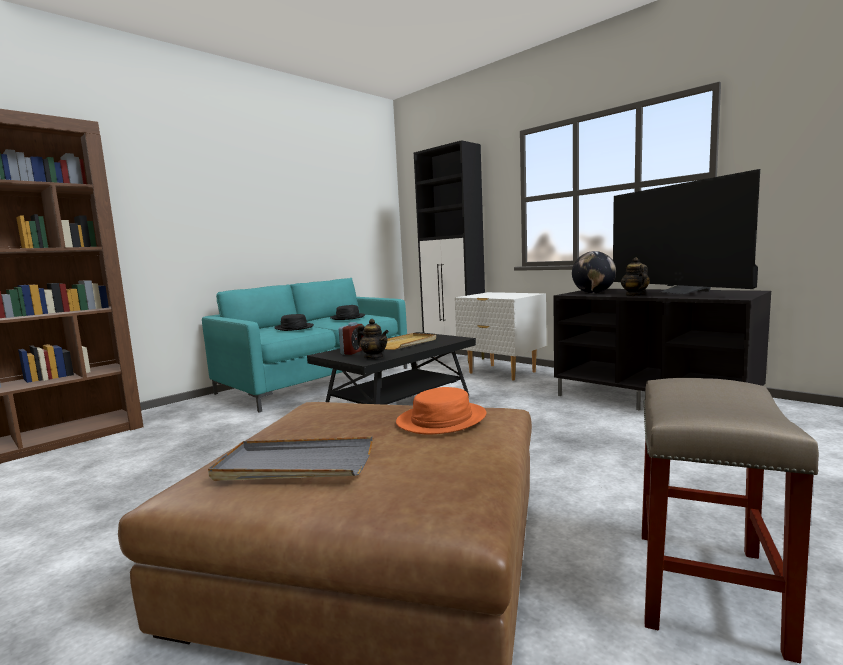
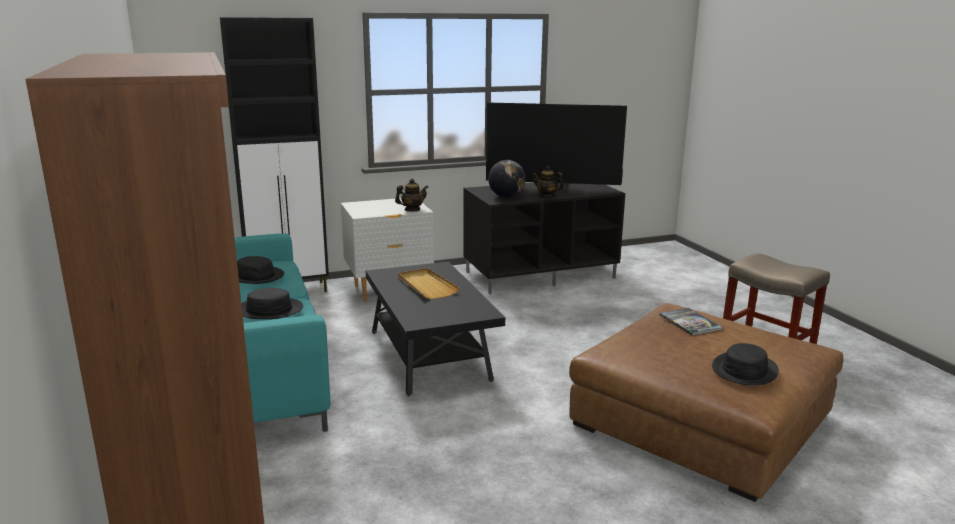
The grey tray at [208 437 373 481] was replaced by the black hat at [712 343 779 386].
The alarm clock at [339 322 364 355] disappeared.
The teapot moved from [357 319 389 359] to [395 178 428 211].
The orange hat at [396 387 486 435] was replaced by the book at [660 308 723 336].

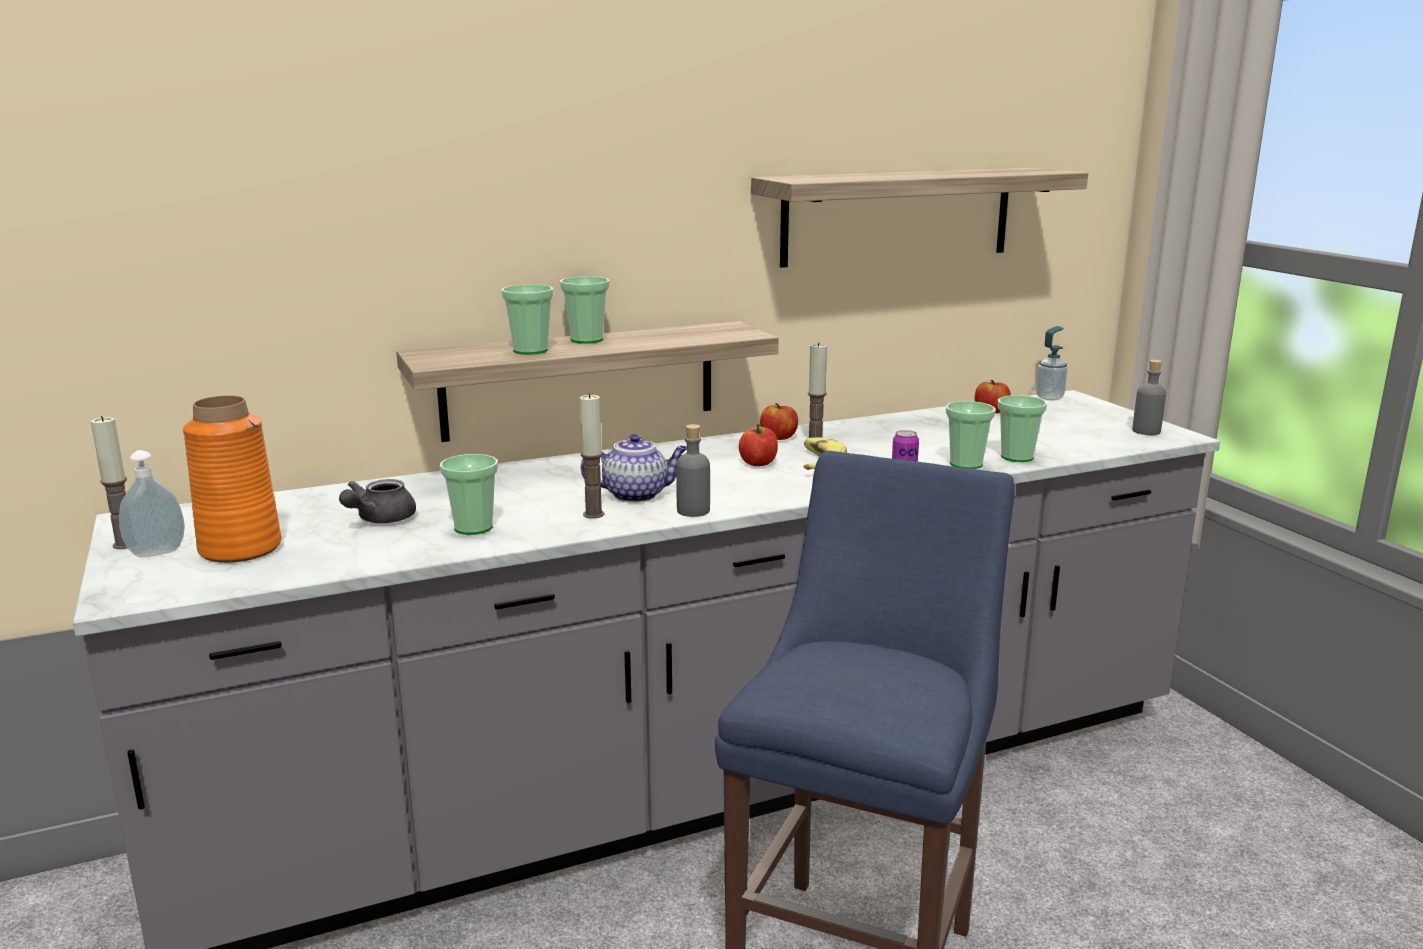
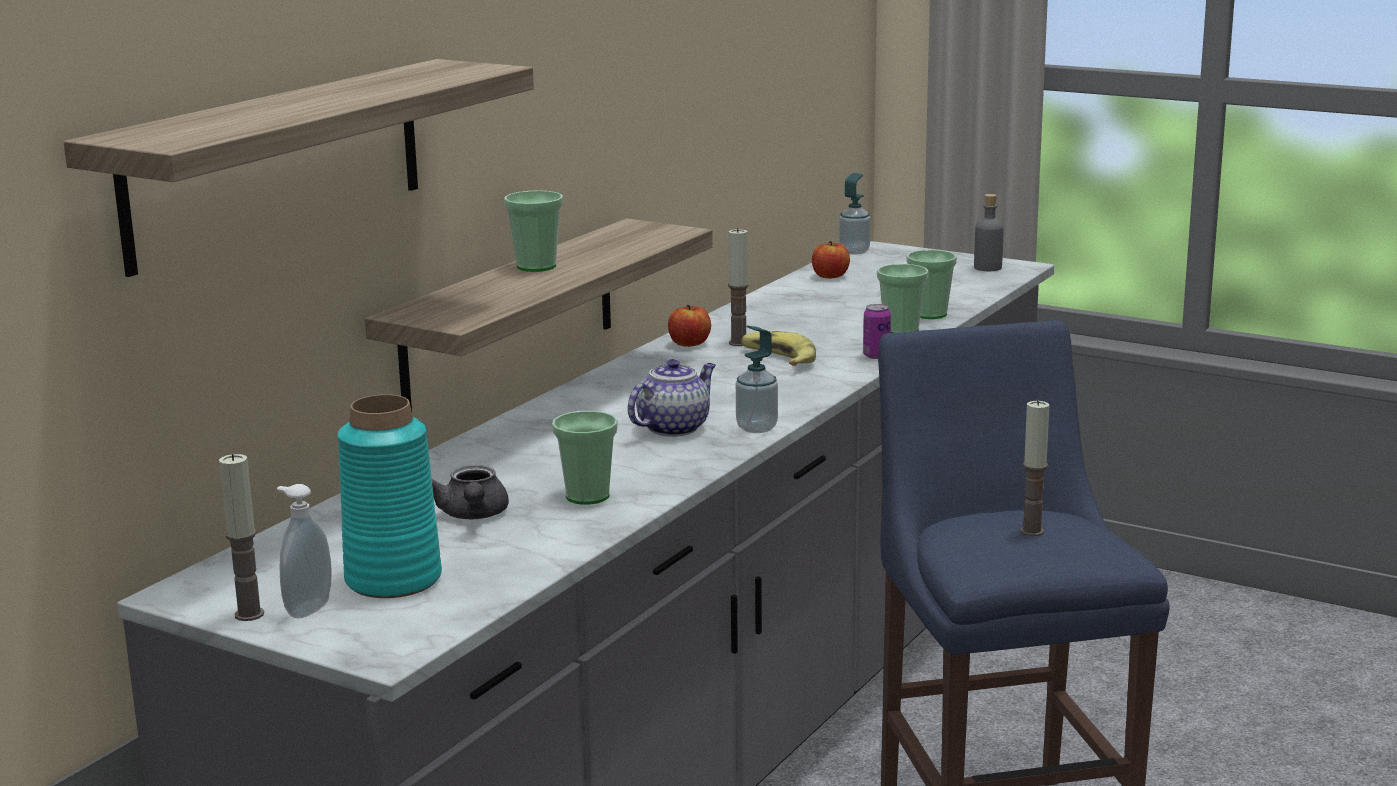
The orange vase at [183 395 282 563] became the turquoise vase at [337 394 442 598].
The cup at [502 284 553 355] disappeared.
The candle moved from [580 393 604 518] to [1020 400 1049 536].
The grey bottle at [676 424 710 517] was replaced by the soap dispenser at [736 325 778 433].
The apple at [739 424 778 466] disappeared.
The shelf moved from [751 168 1088 268] to [64 59 534 277].

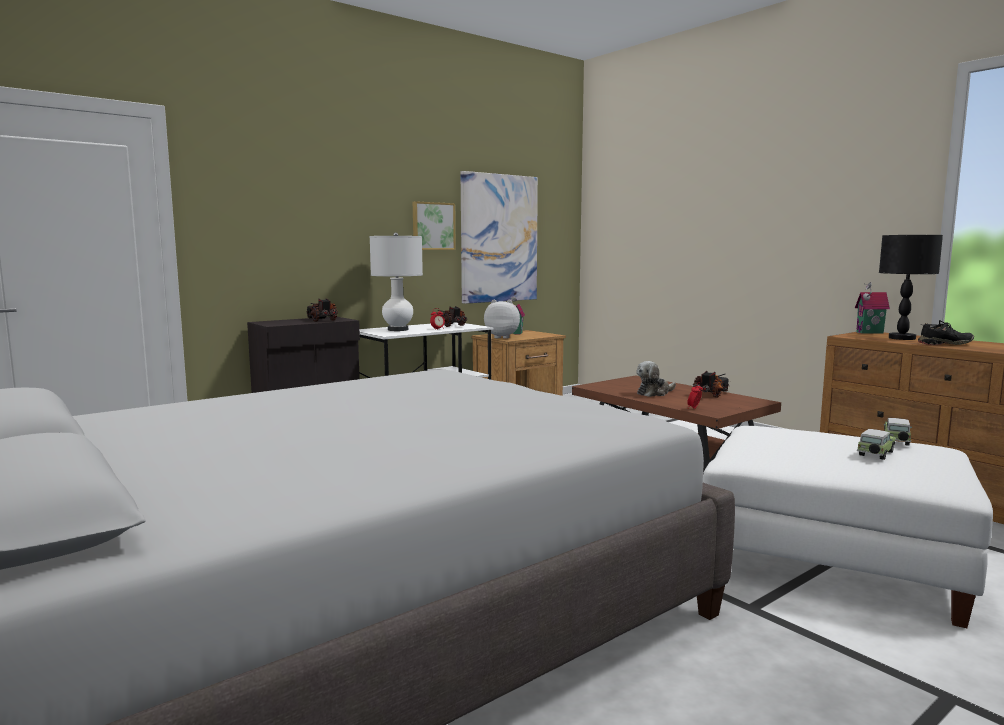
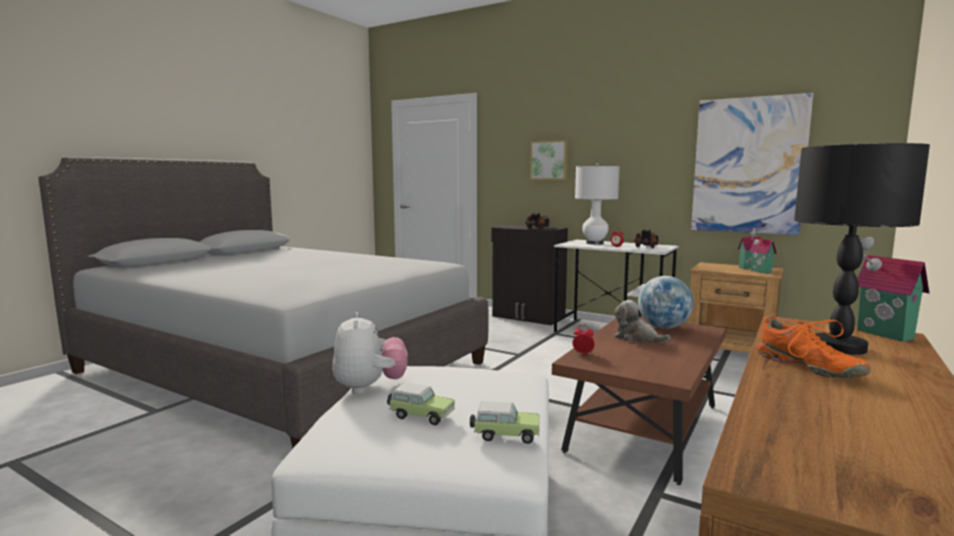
The picture moved from [413 201 456 250] to [530 140 568 180].
The plush toy moved from [484 300 520 339] to [332 312 408 394].
The toy truck at [692 371 730 398] disappeared.
The black shoe at [918 320 974 345] became the orange shoe at [757 315 871 378].
The globe at [638 276 693 329] appeared.
The toy house at [749 231 777 274] appeared.

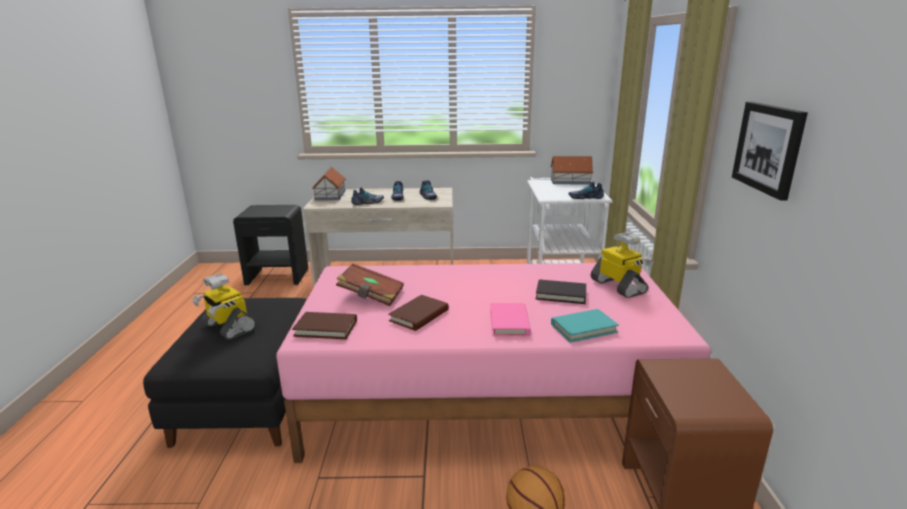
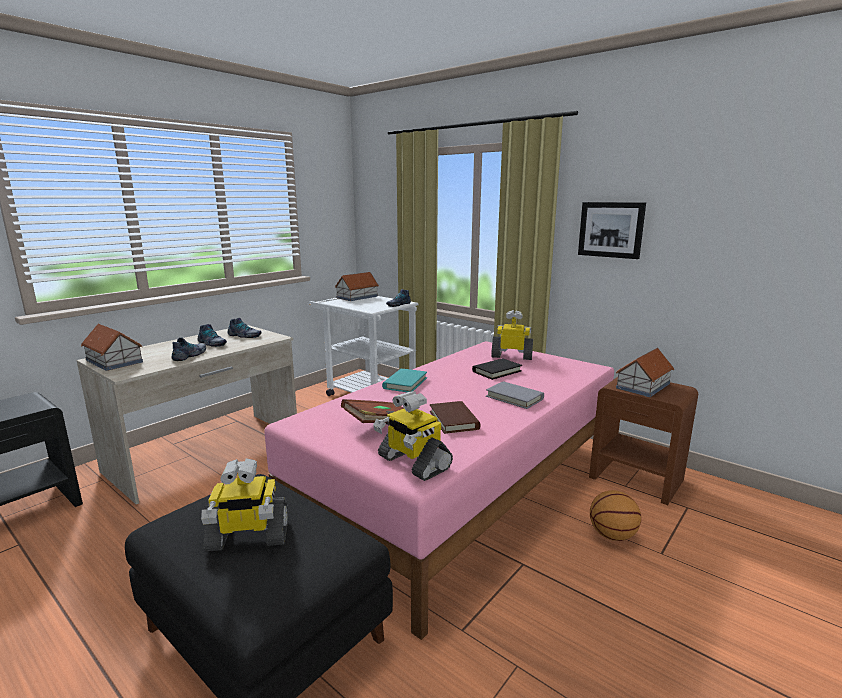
The brown book at [292 312 357 339] was replaced by the toy robot at [373 391 453 481].
The pink book at [490 303 531 336] became the grey book at [486 381 544 409].
The turquoise book moved from [551 309 619 342] to [382 369 427 392].
The toy house at [616 348 674 397] appeared.

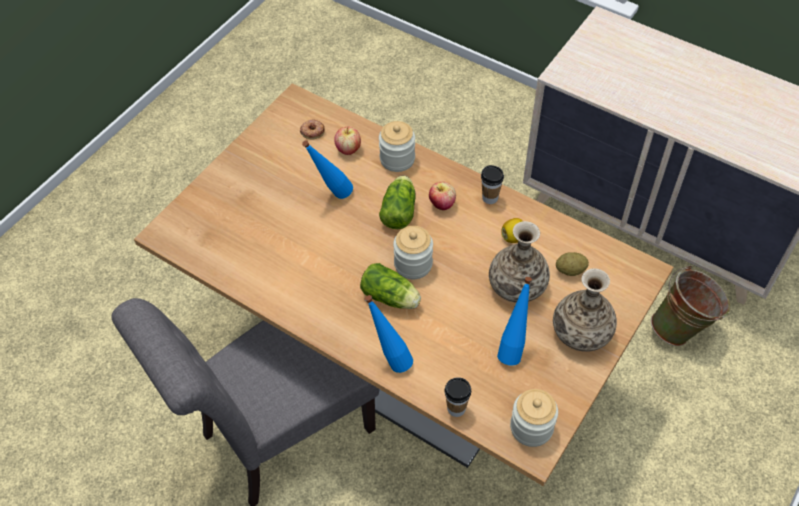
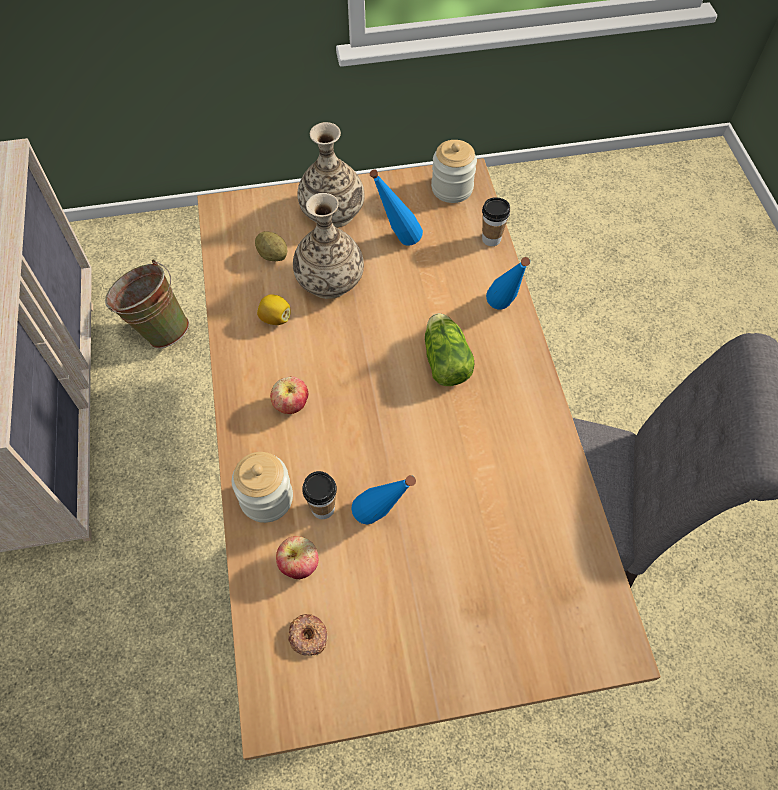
The lettuce at [379 175 416 229] disappeared.
The jar at [393 226 433 279] disappeared.
The cup moved from [481 165 504 204] to [302 471 337 519].

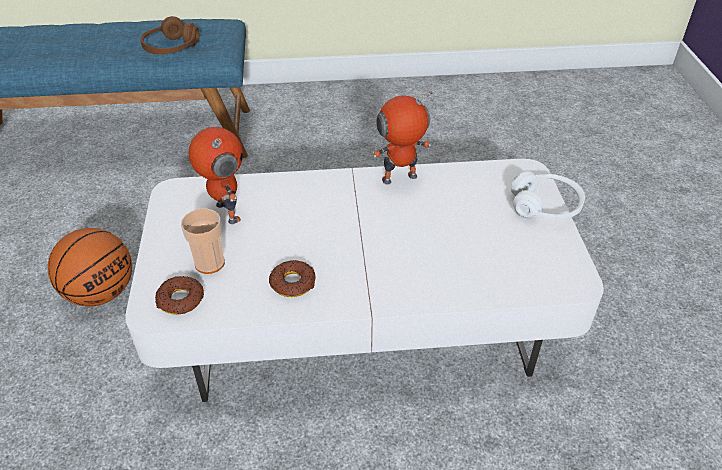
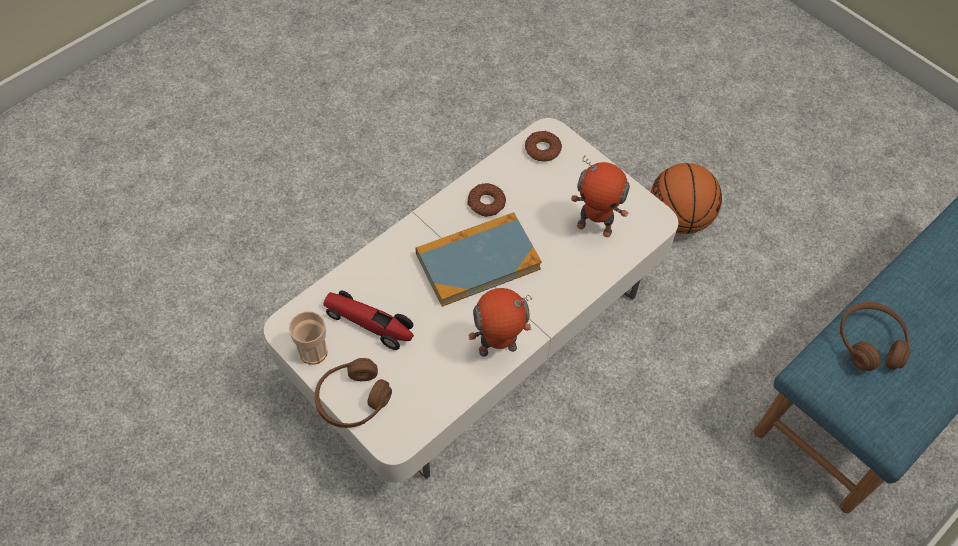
The cup moved from [181 208 225 274] to [289 311 328 365].
The toy robot at [373 91 432 184] turned 135 degrees counterclockwise.
The white headphones at [511 171 585 220] became the brown headphones at [314 358 392 428].
The toy car at [323 291 414 350] appeared.
The book at [416 212 542 307] appeared.

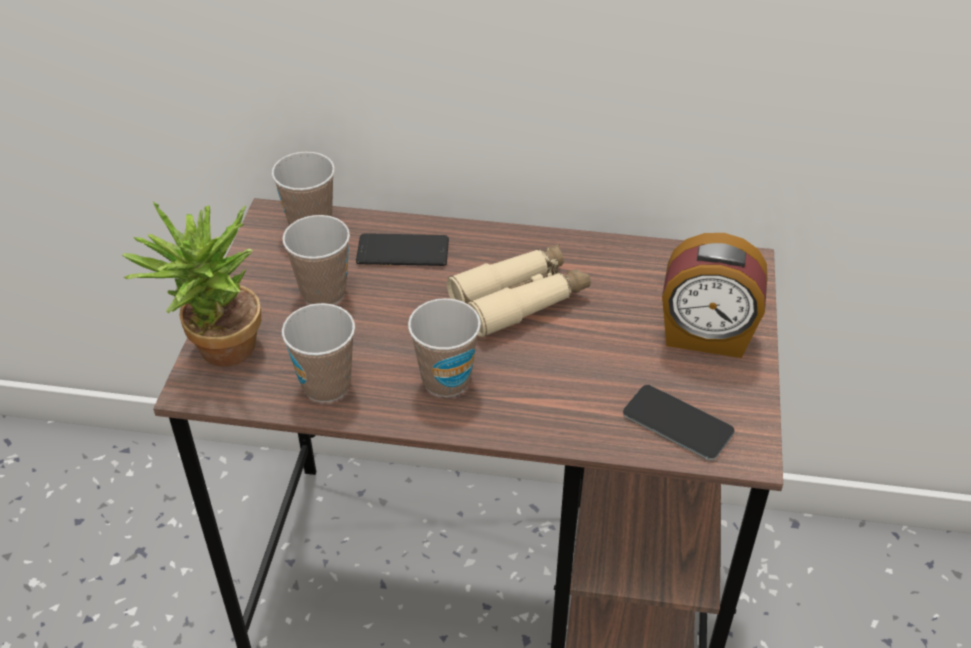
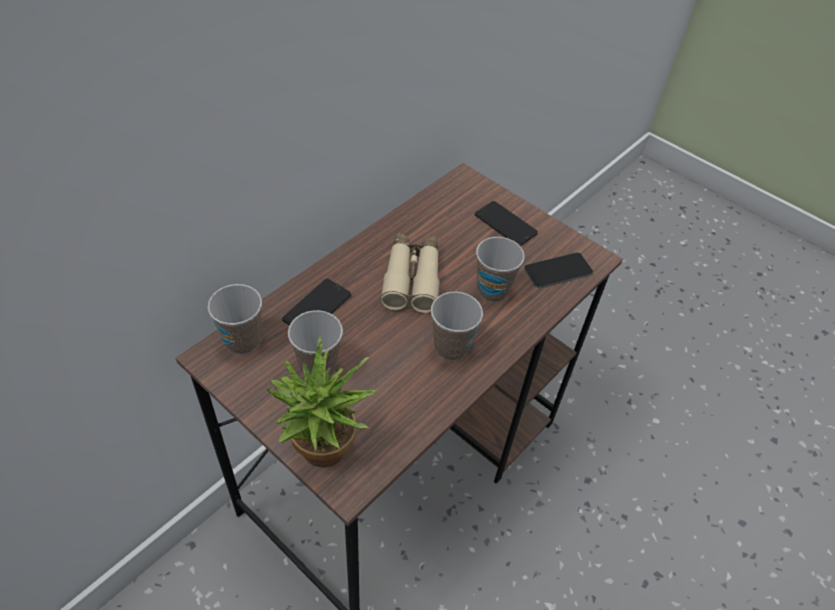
The cup moved from [282 303 355 402] to [476 237 524 302].
The alarm clock at [662 233 767 358] was replaced by the phone at [474 201 538 246].

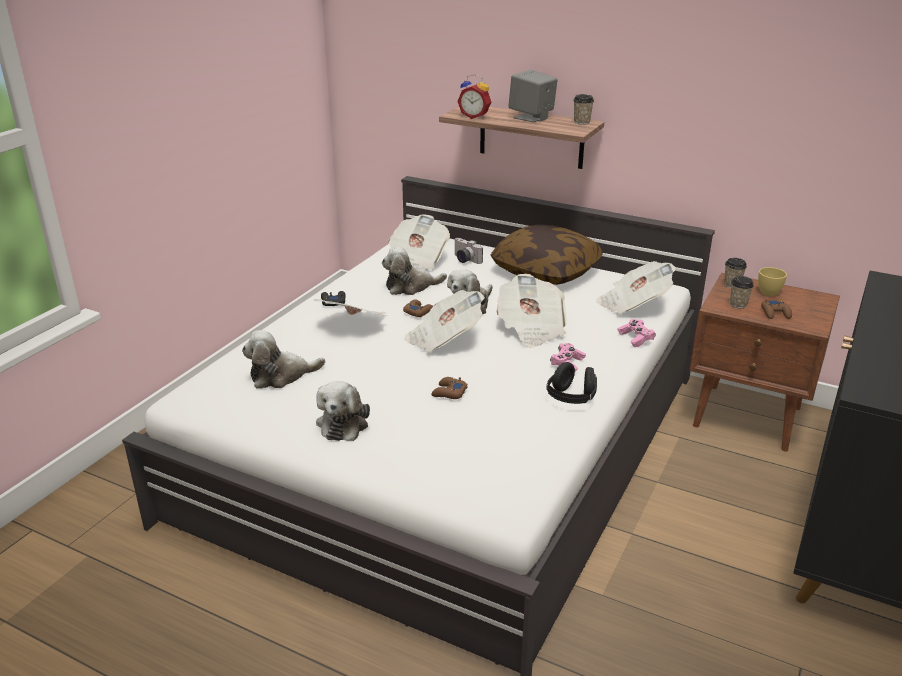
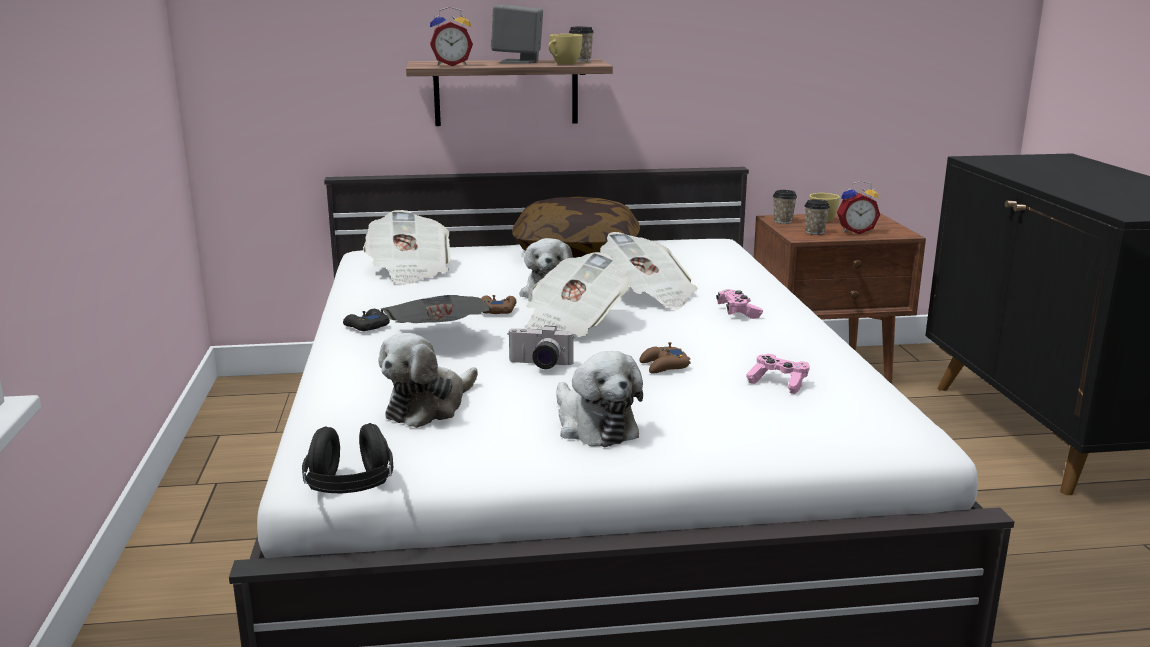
The plush toy at [382 247 447 295] disappeared.
The photo camera moved from [454 238 483 264] to [507 326 574 369].
The black headphones moved from [546 362 597 404] to [302 423 393 493].
The newspaper at [596 261 676 314] disappeared.
The pink game controller moved from [618 319 656 347] to [746 354 810 394].
The brown game controller at [761 299 792 319] was replaced by the alarm clock at [837 180 880 234].
The yellow cup at [548 34 582 64] appeared.

